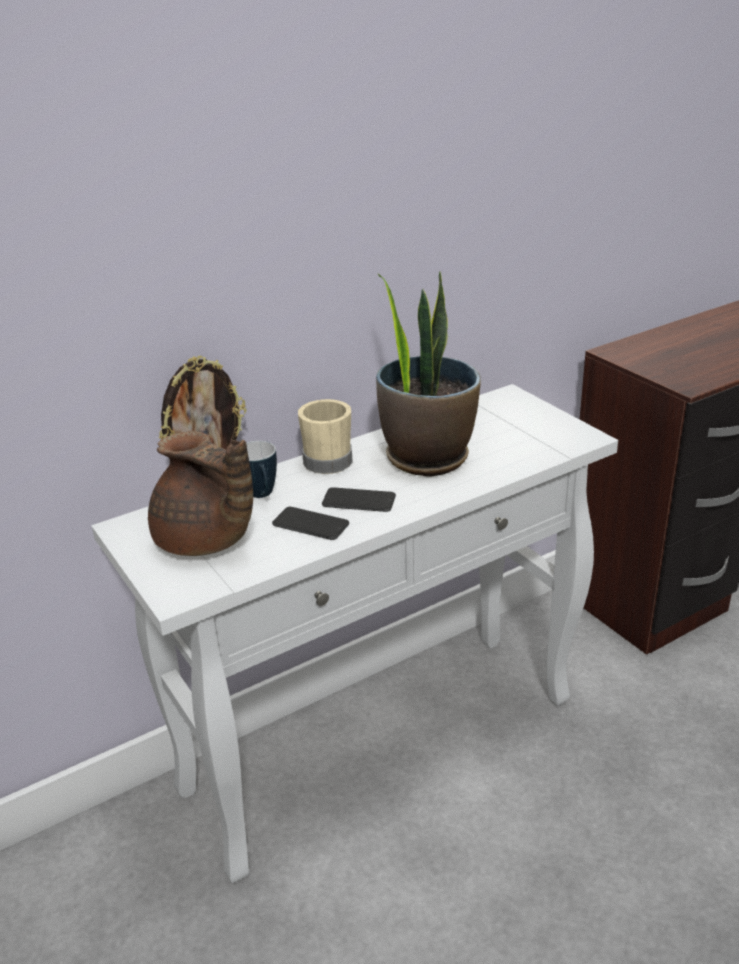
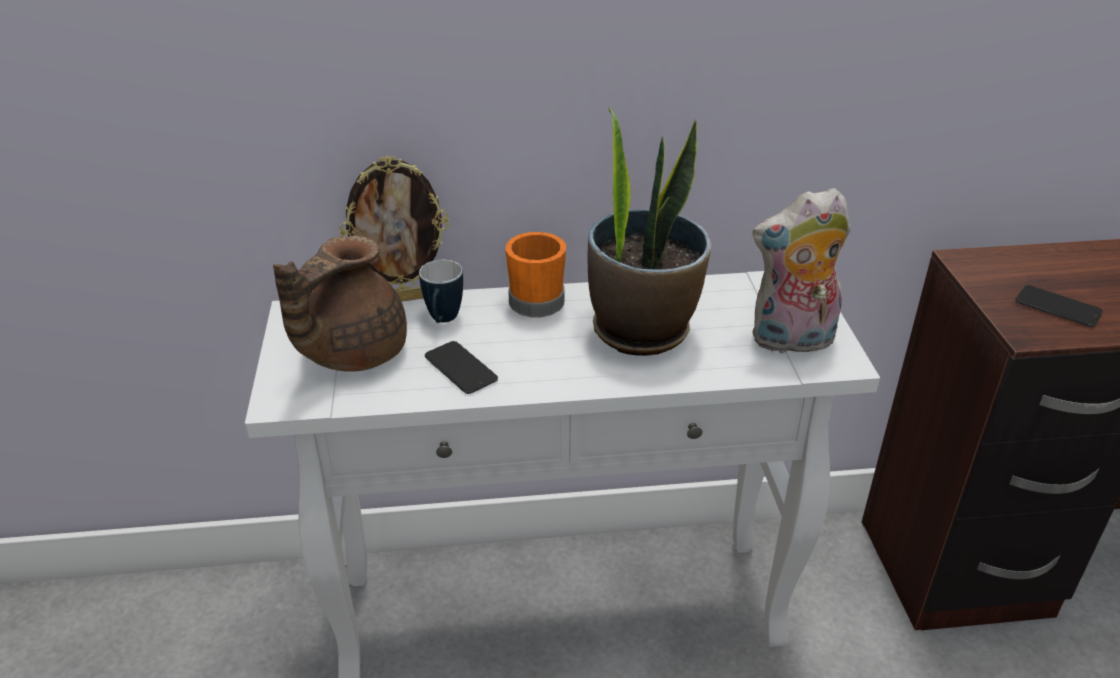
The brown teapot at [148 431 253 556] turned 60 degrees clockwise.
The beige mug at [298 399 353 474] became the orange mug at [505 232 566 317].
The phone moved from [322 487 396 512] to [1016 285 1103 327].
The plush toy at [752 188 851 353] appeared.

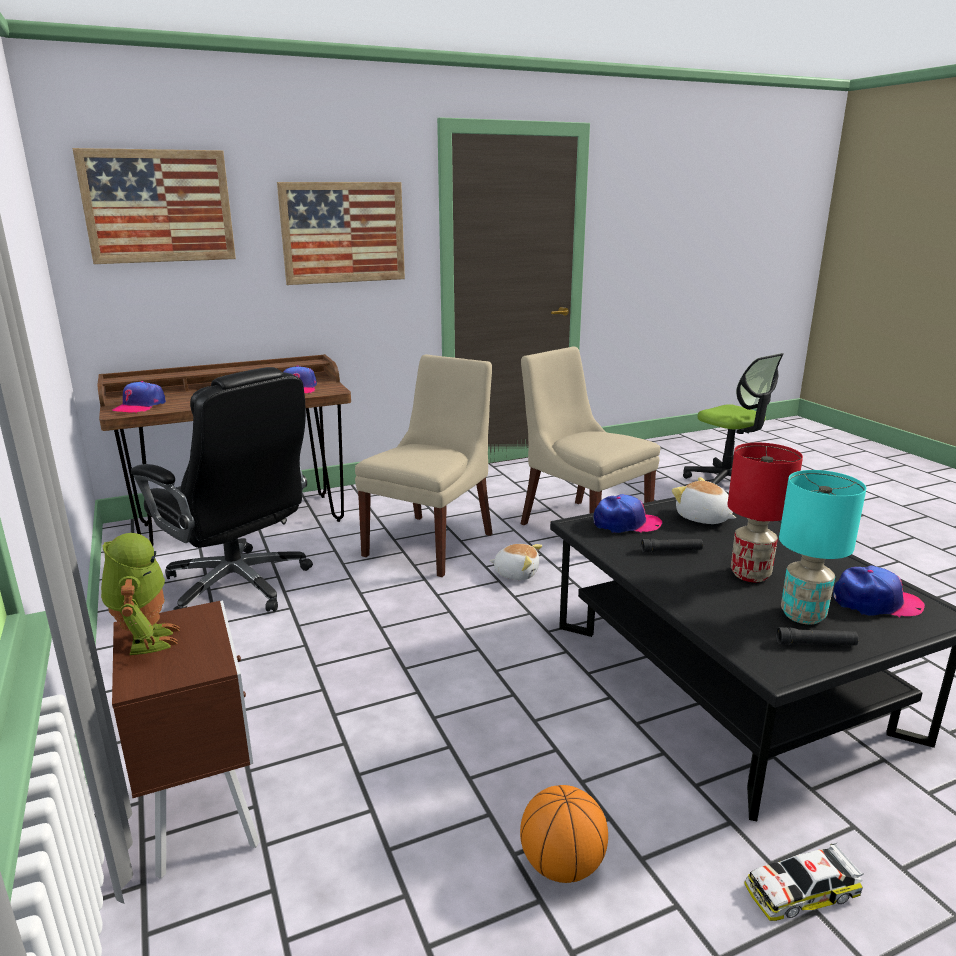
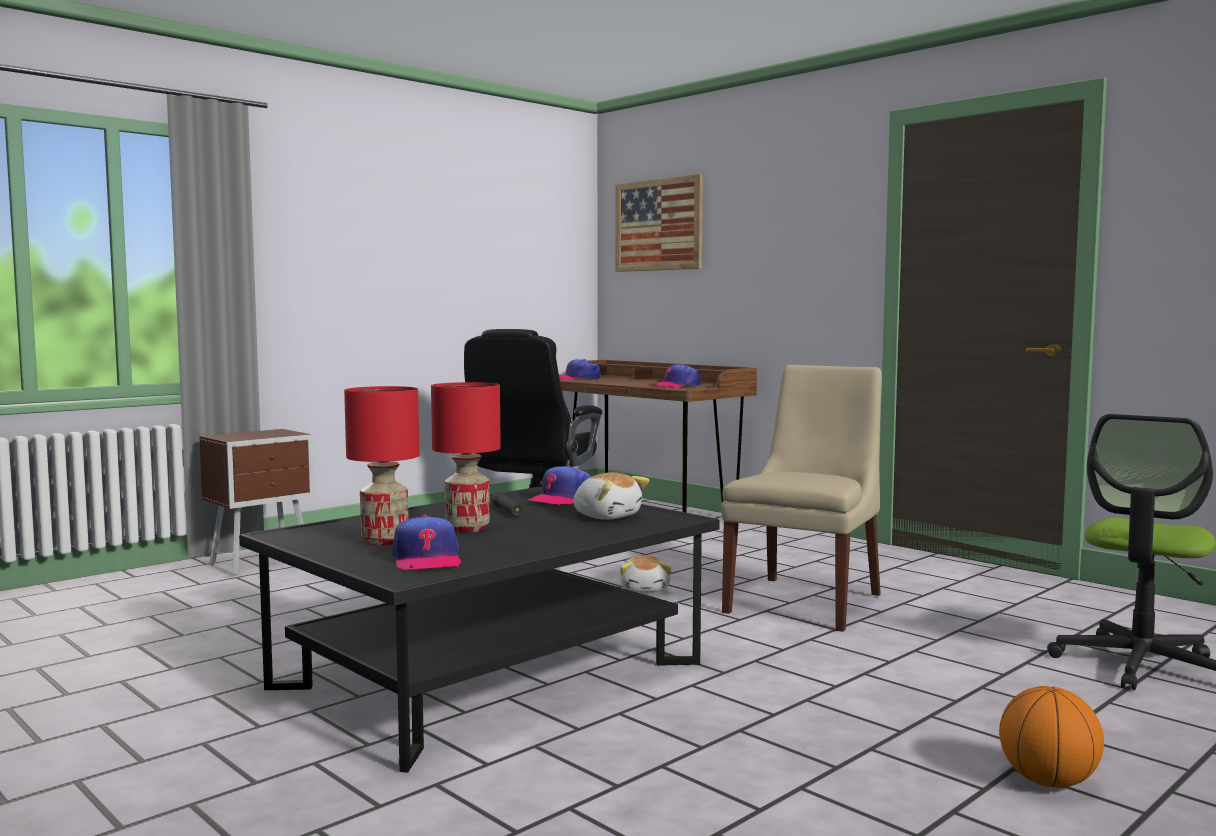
The toy robot at [101 533 180 655] disappeared.
The picture at [277 182 405 285] disappeared.
The beige chair at [355 354 493 577] disappeared.
The basketball moved from [520 785 608 883] to [999 686 1104 788].
The cap at [594 494 662 533] turned 60 degrees clockwise.
The plush toy at [672 477 736 524] turned 105 degrees clockwise.
The toy car at [744 843 864 921] disappeared.
The black flashlight at [776 627 858 645] disappeared.
The turquoise table lamp at [779 470 866 624] became the red table lamp at [344 386 419 545].

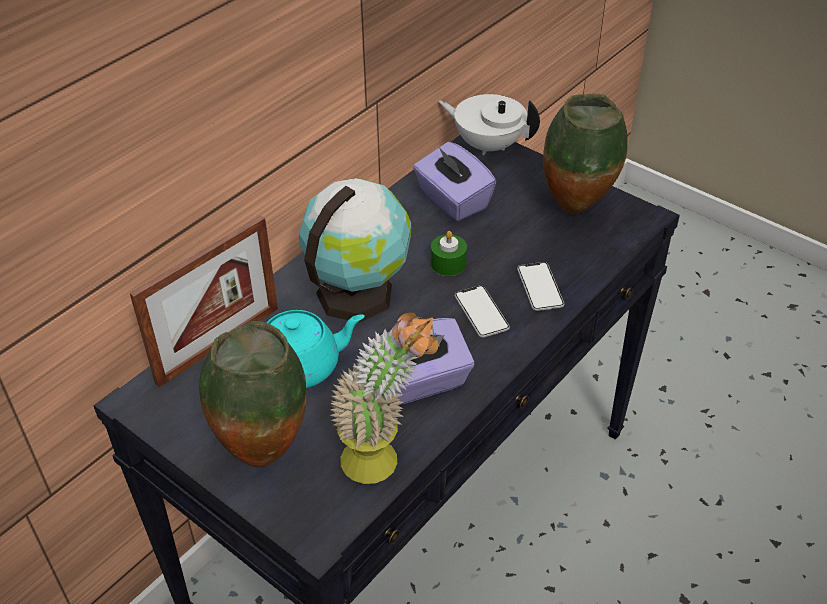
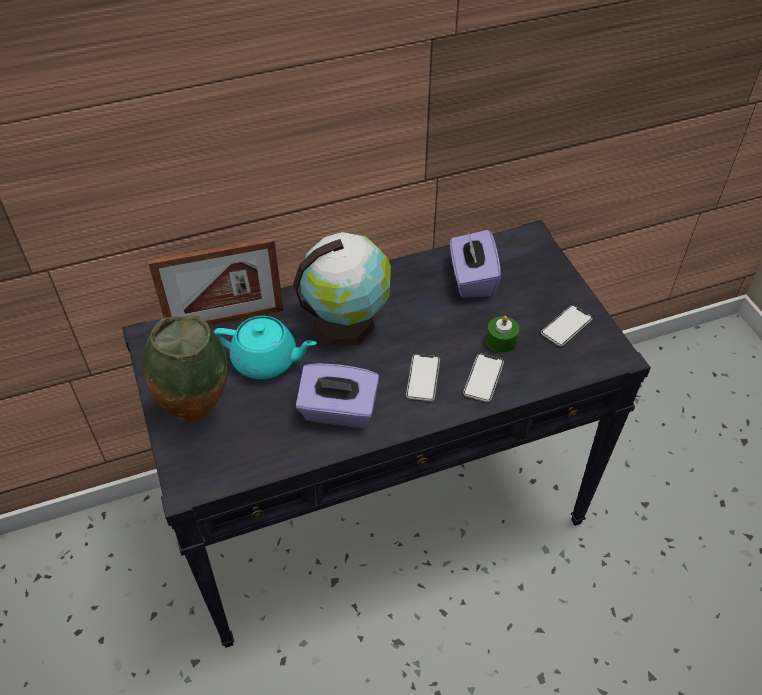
The potted plant at [330 313 438 484] disappeared.
The green candle moved from [431 231 467 276] to [486 316 519 353].
The white teapot at [438 94 540 155] disappeared.
The vase at [543 94 628 214] was replaced by the phone at [541 305 593 346].

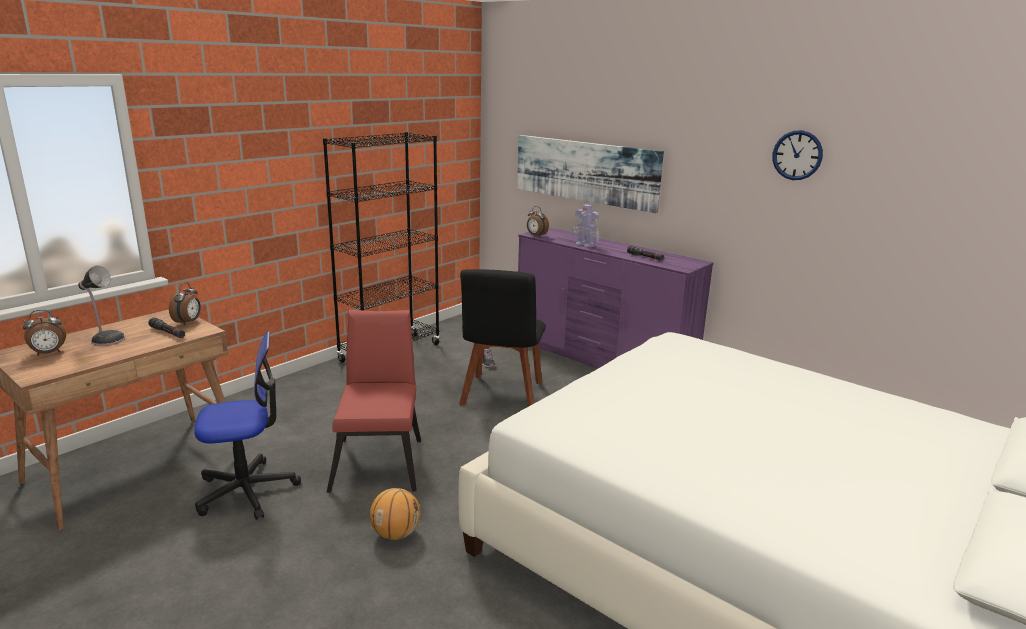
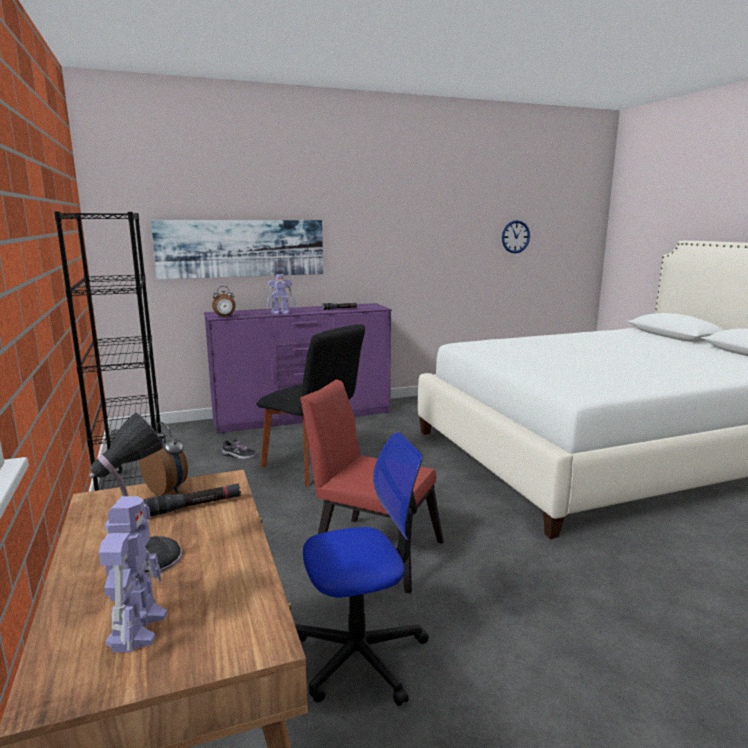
The alarm clock at [23 310 66 356] was replaced by the toy robot at [99 496 167 652].
The office chair at [194 331 301 520] turned 60 degrees clockwise.
The basketball at [370 488 421 540] disappeared.
The wall clock moved from [773 130 823 180] to [502 220 530 253].

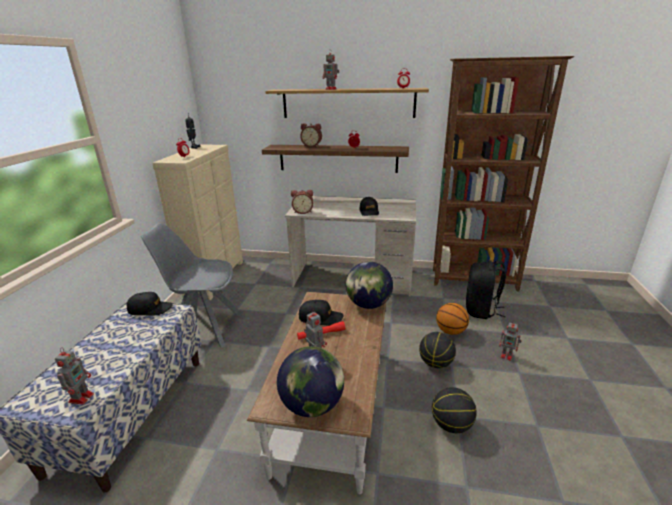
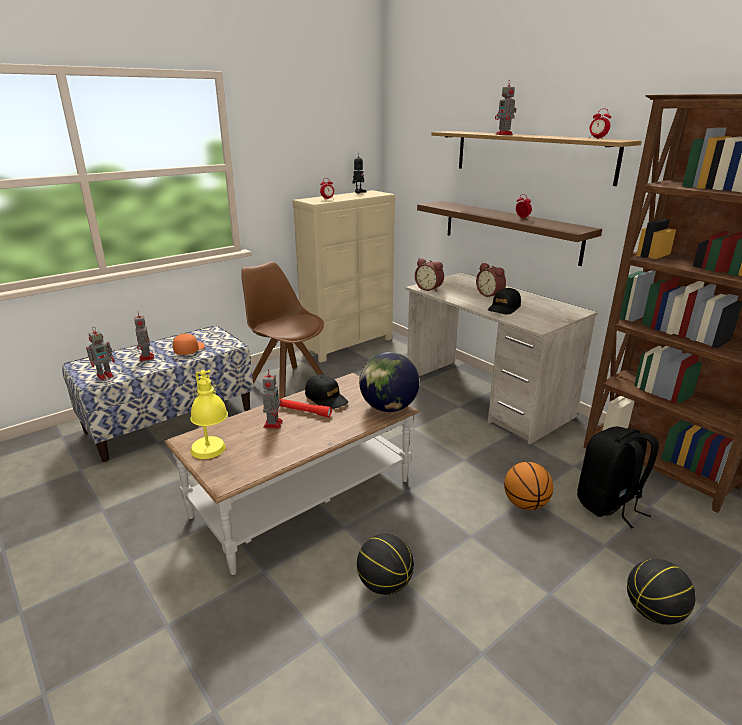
The black cap at [127 292 173 315] disappeared.
The grey chair at [141 223 243 348] became the brown chair at [241 261 324 399].
The globe at [277 346 344 417] was replaced by the yellow table lamp at [190 370 228 459].
The alarm clock moved from [300 123 322 147] to [476 263 506 297].
The basketball moved from [419 332 456 368] to [627 559 696 625].
The toy robot moved from [499 321 521 361] to [134 313 154 361].
The orange cap at [173 333 205 355] appeared.

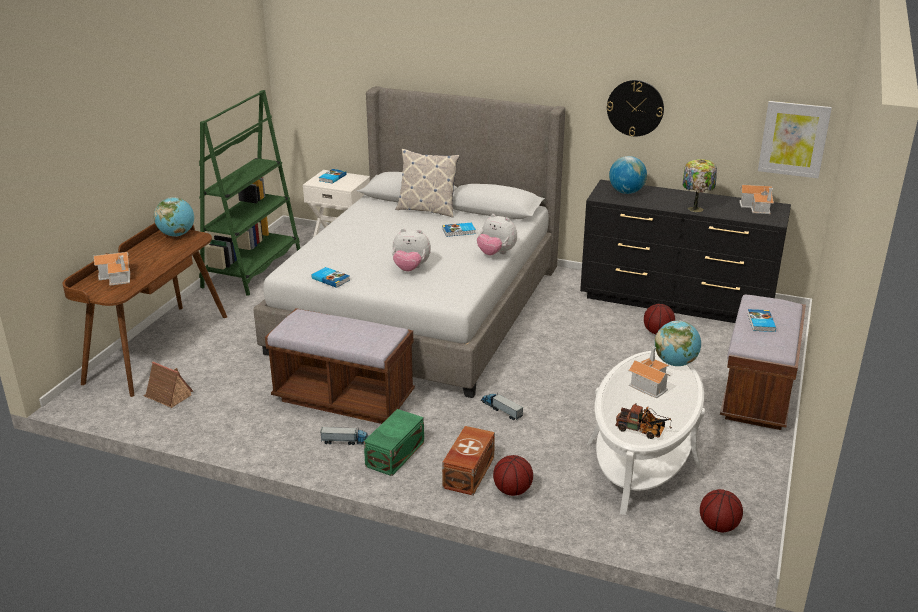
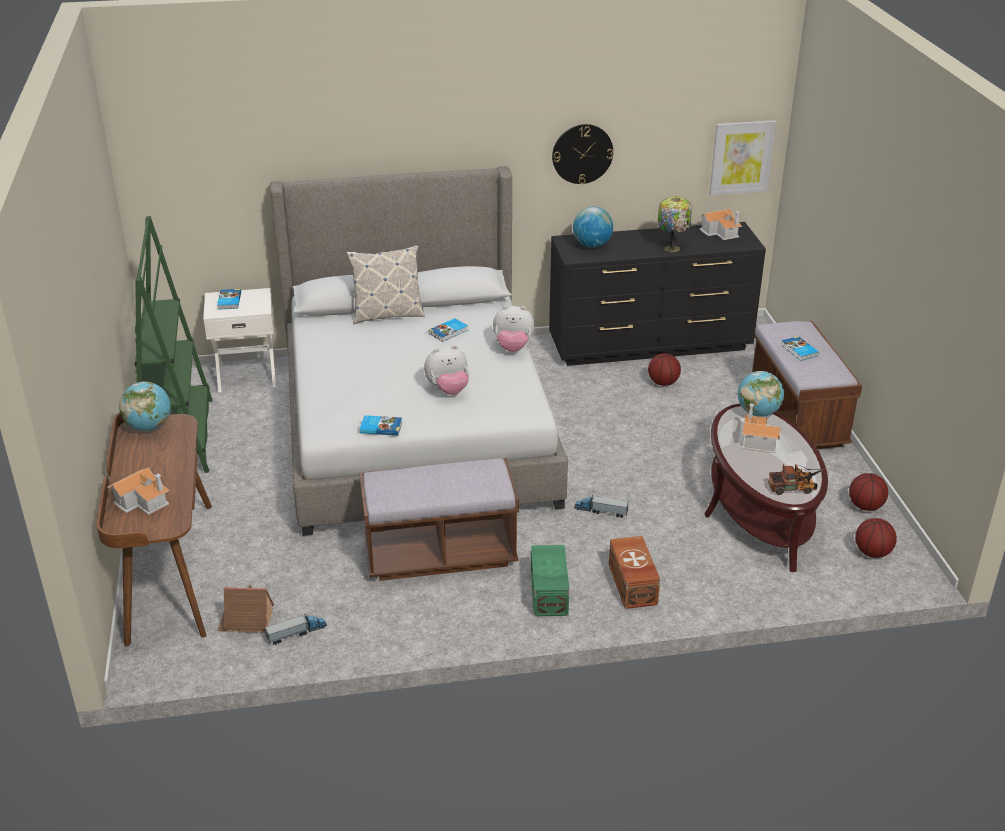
The toy truck moved from [320 427 369 445] to [265 614 327 645].
The basketball moved from [493 455 533 496] to [849 473 888 511].
The white coffee table at [587 351 706 515] became the brown coffee table at [705 404 828 572].

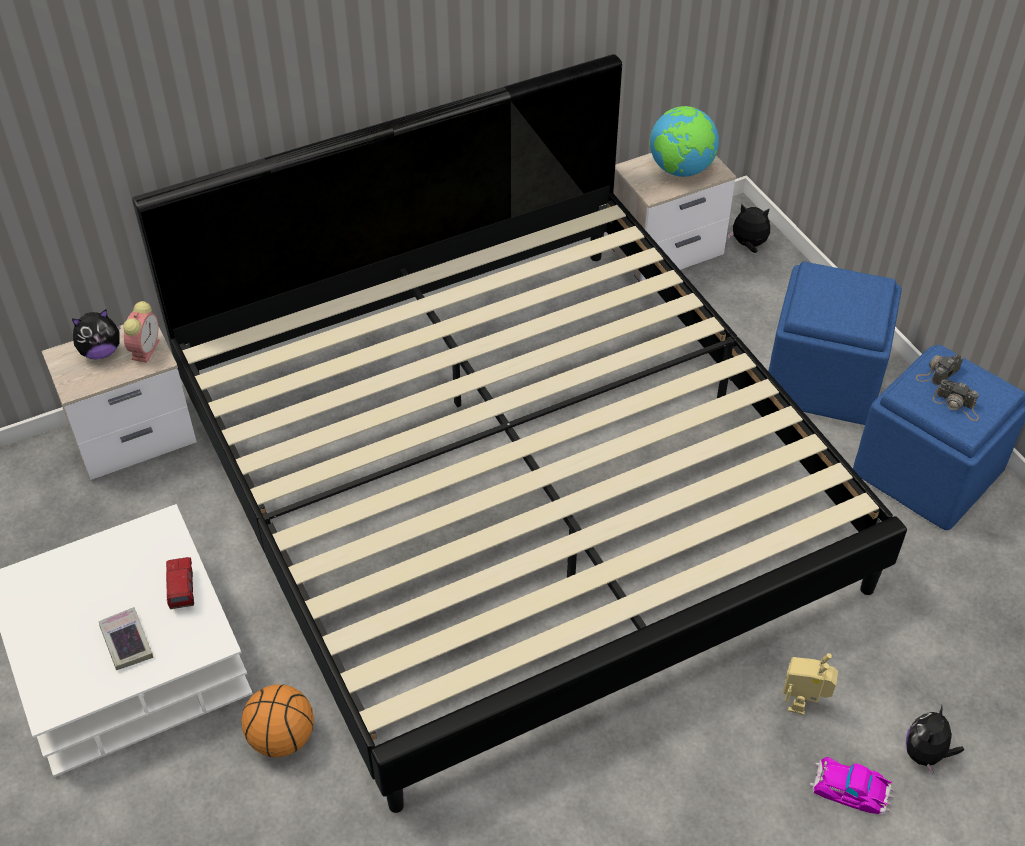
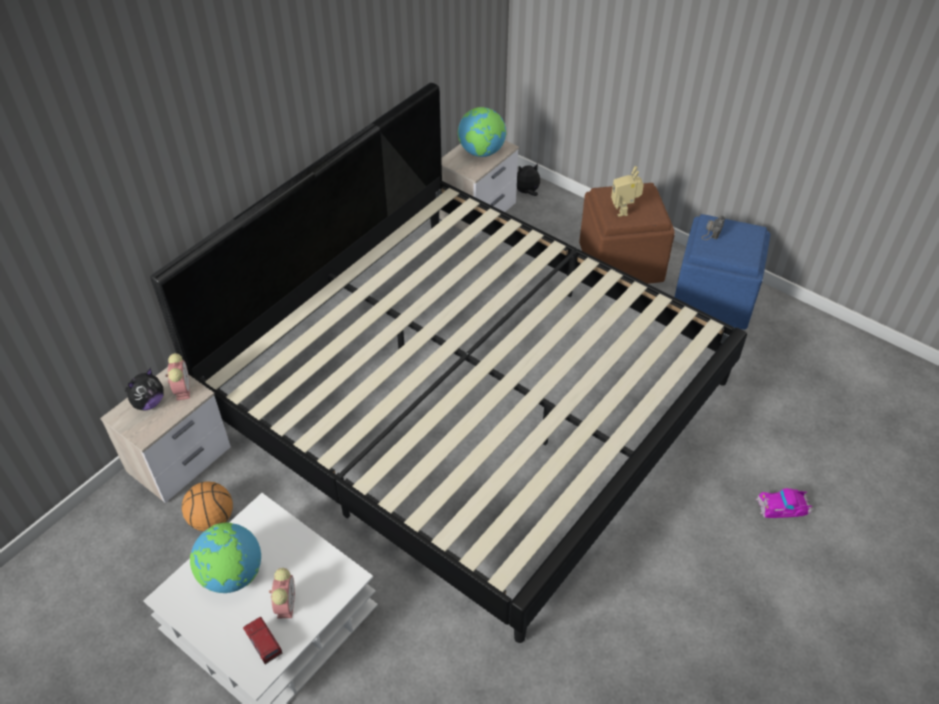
The book at [99 607 153 670] was replaced by the alarm clock at [269 568 295 618].
The toy truck moved from [166 557 194 609] to [243 617 282 664].
The basketball moved from [242 684 314 757] to [182 481 233 531].
The blue ottoman at [768 261 902 425] became the brown ottoman at [579 183 675 284].
The toy robot moved from [783 653 838 715] to [611 166 644 217].
The plush toy at [906 705 964 774] disappeared.
The photo camera at [933 380 979 421] disappeared.
The globe at [190 522 261 593] appeared.

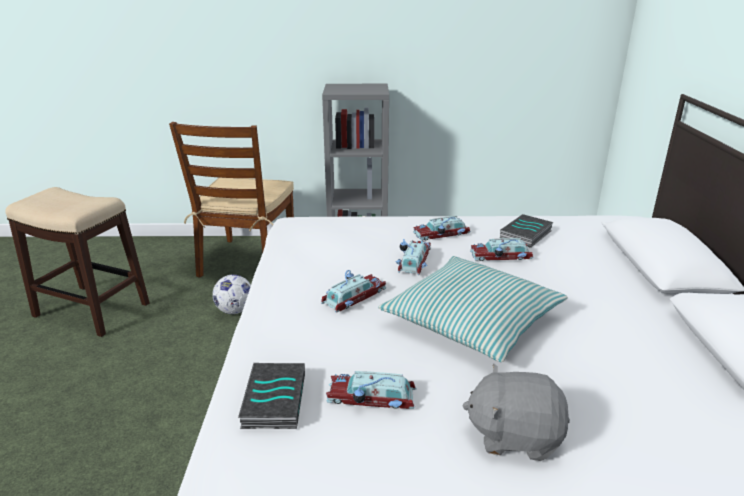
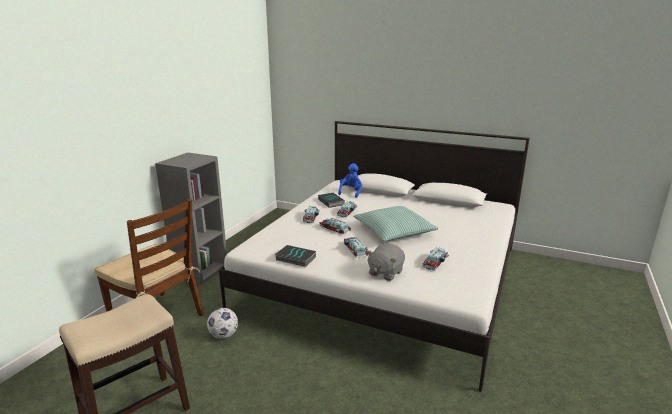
The book moved from [238 363 305 429] to [275 245 316 267].
The grey plush toy moved from [462 364 570 461] to [367 243 405 281].
The blue plush toy at [338 163 362 198] appeared.

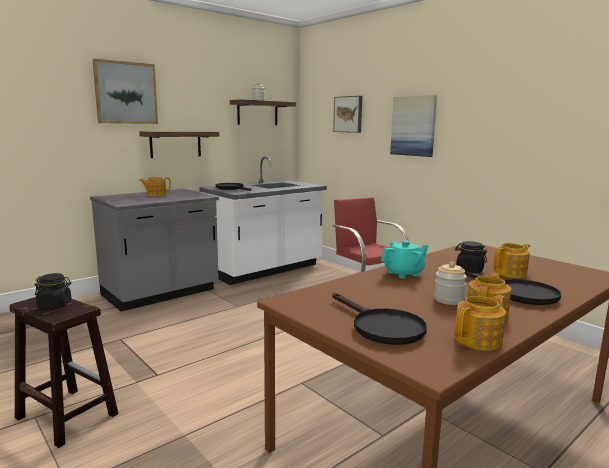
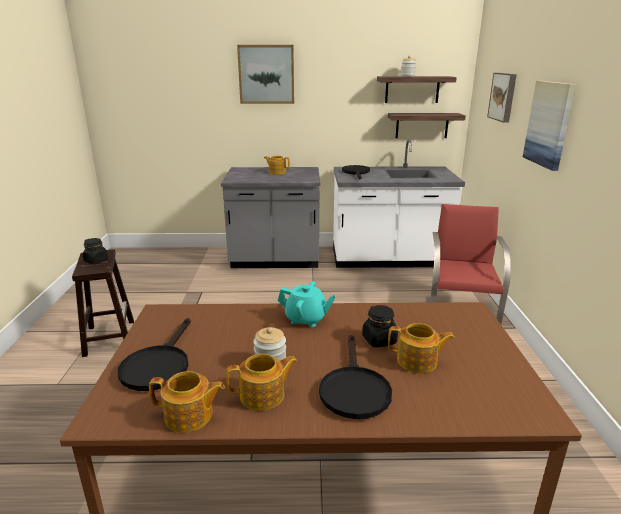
The shelf moved from [139 131 219 158] to [388 113 466 138].

